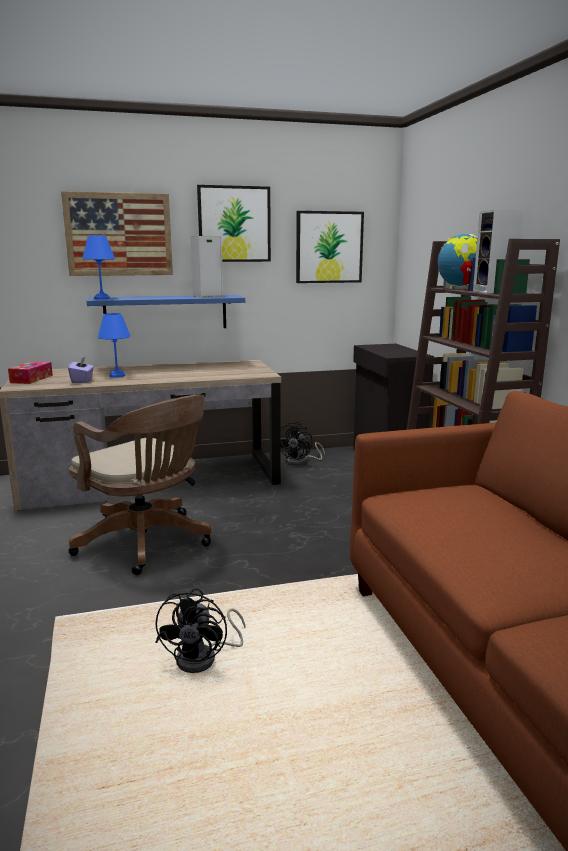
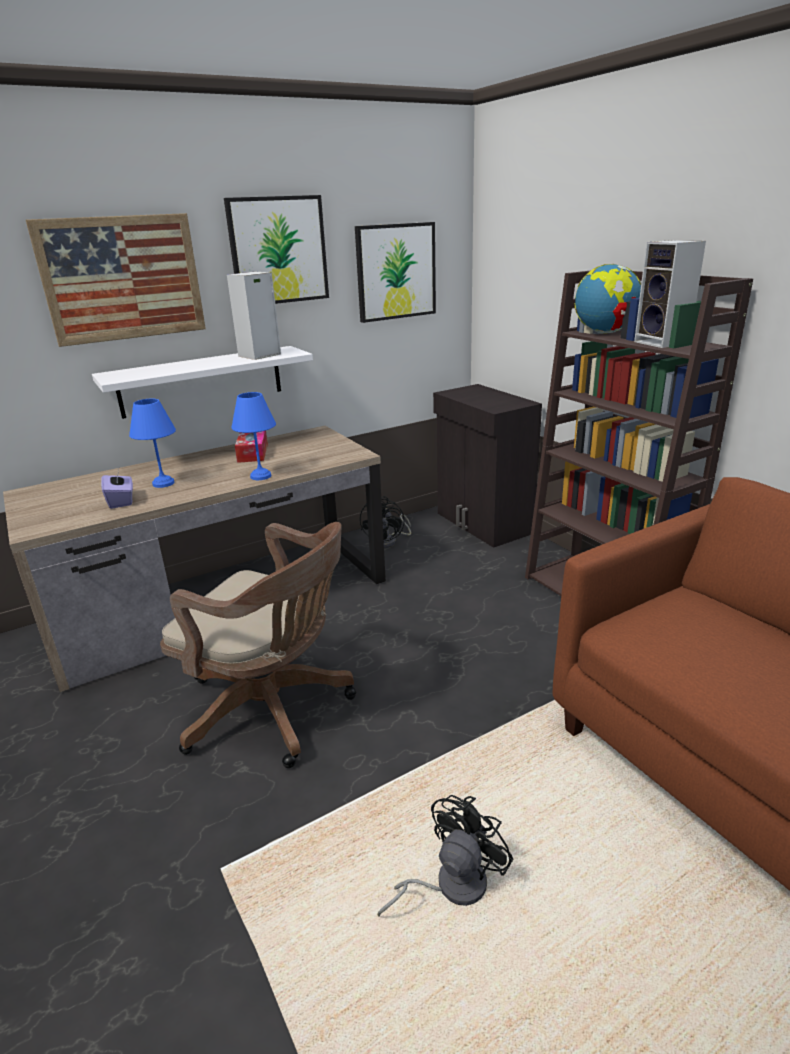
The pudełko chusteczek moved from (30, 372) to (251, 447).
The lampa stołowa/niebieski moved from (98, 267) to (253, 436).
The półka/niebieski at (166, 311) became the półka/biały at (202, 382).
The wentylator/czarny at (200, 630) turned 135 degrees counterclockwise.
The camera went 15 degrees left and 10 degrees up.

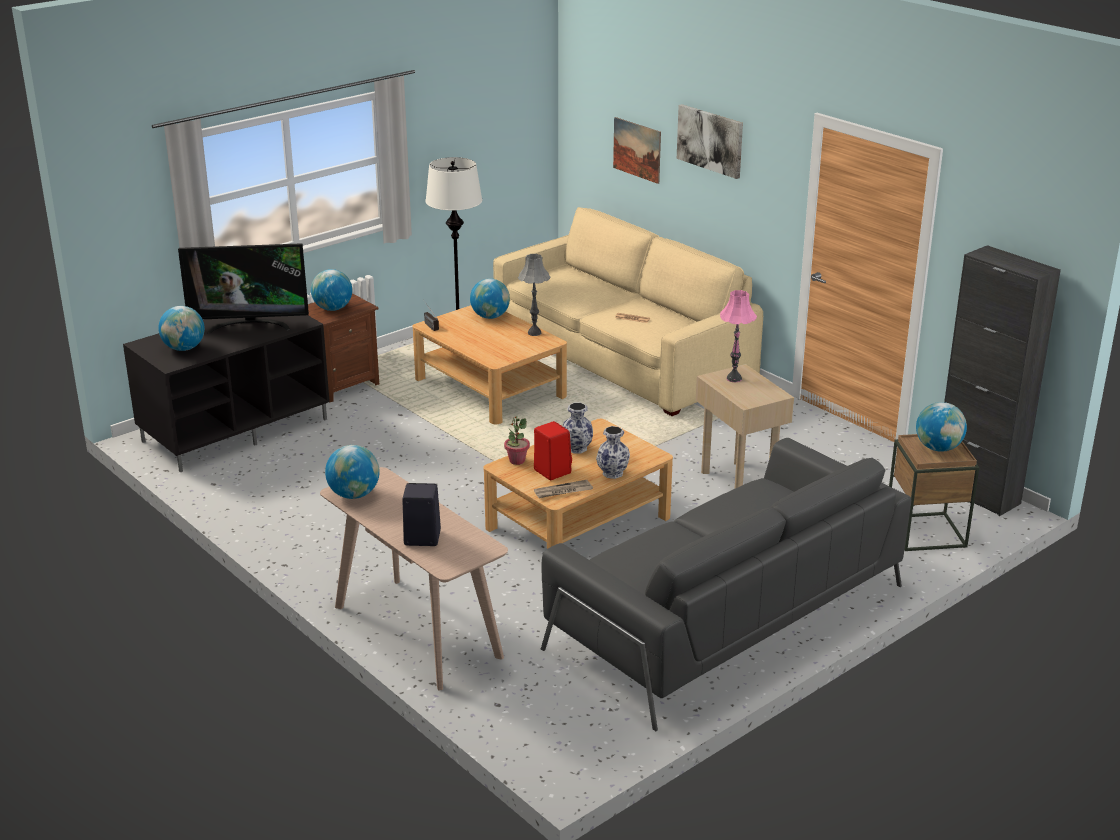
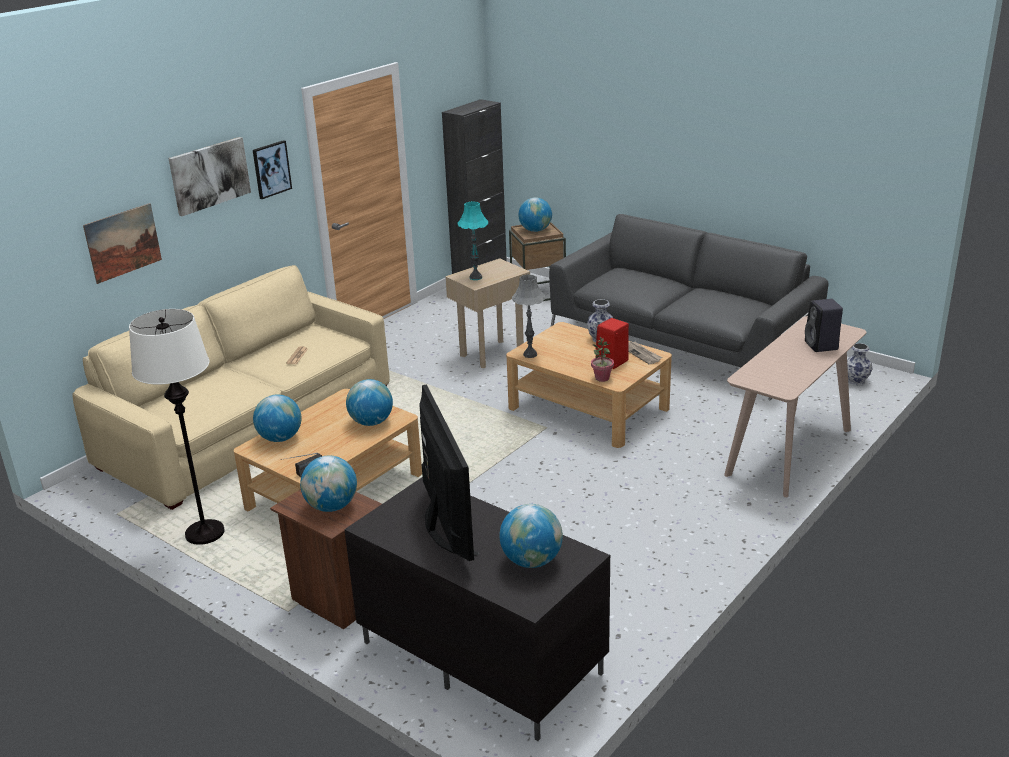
The globus moved from (352, 472) to (369, 402).
The lampa stołowa/szary moved from (534, 295) to (528, 316).
The wazon moved from (578, 428) to (859, 364).
The lampa stołowa/różowy at (738, 336) became the lampa stołowa/turkusowy at (473, 240).
The obraz at (272, 169) appeared.
The camera went 100 degrees left and 0 degrees up.

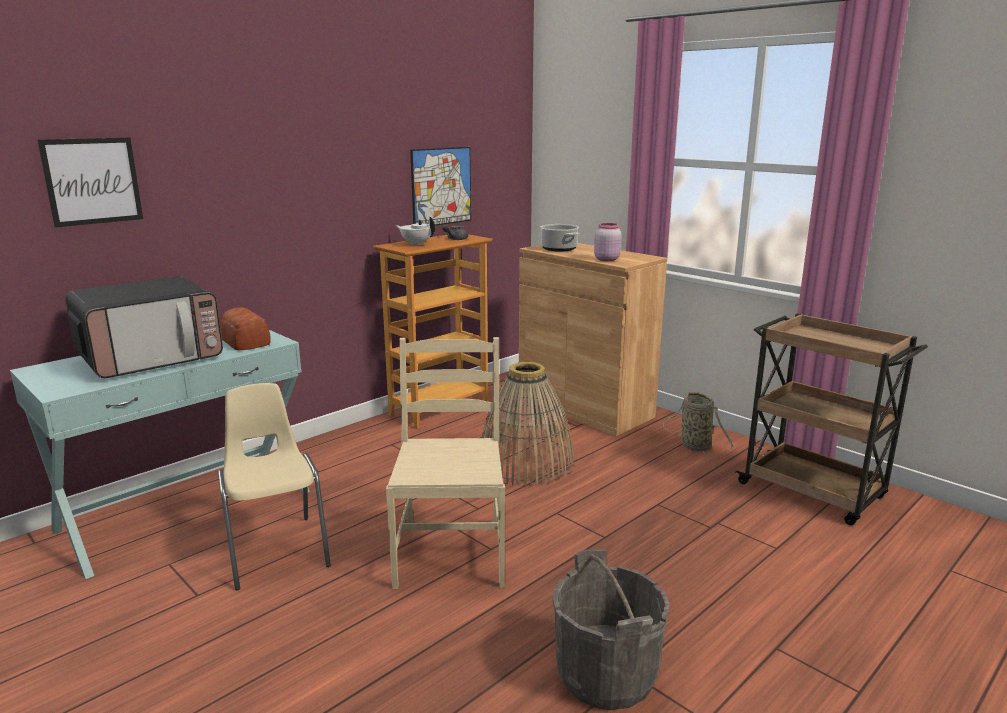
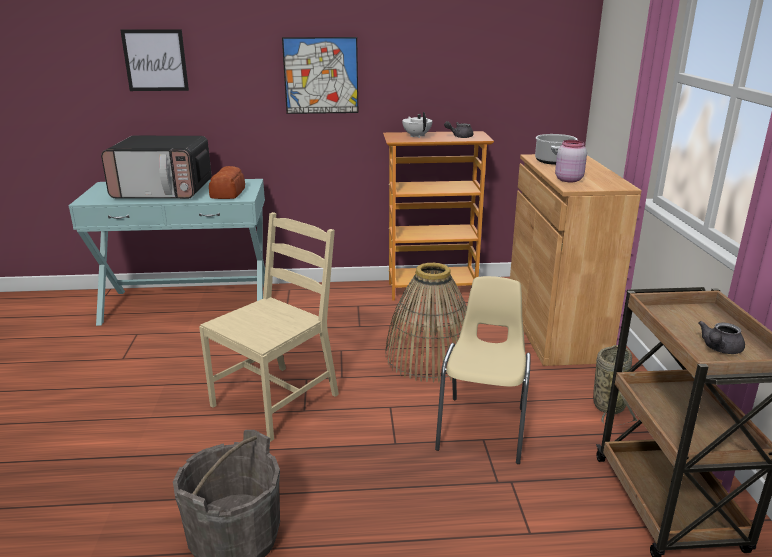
The krzesło/beżowy moved from (274, 486) to (483, 370).
The obraz moved from (440, 186) to (320, 75).
The imbryk/szary at (721, 337) appeared.
The camera went 40 degrees right and 5 degrees up.

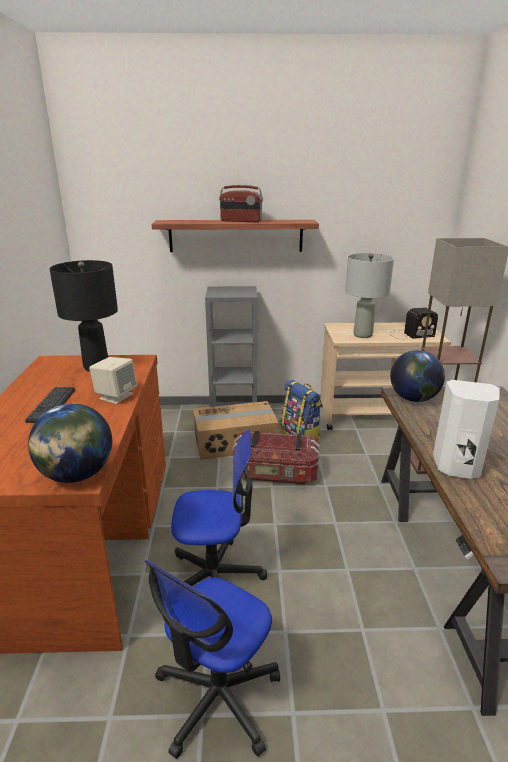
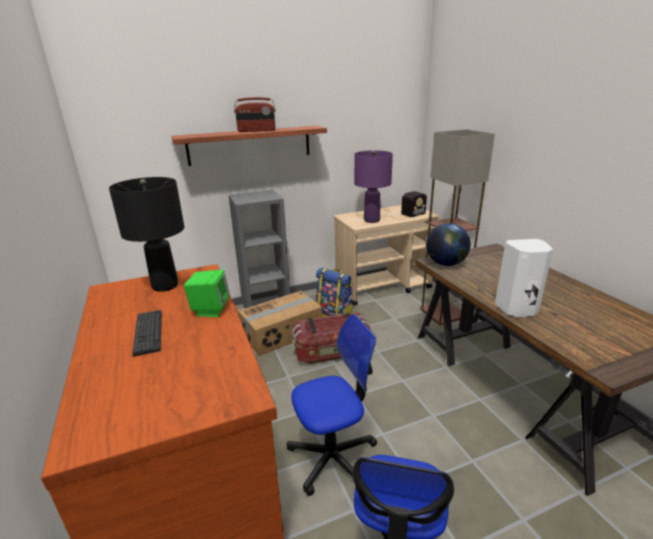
The globus at (70, 443) disappeared.
The głośnik/beżowy at (113, 380) became the głośnik/zielony at (207, 293).
The lampa stołowa/szary at (369, 295) became the lampa stołowa/fioletowy at (373, 186).
The camera went 20 degrees left and 0 degrees up.

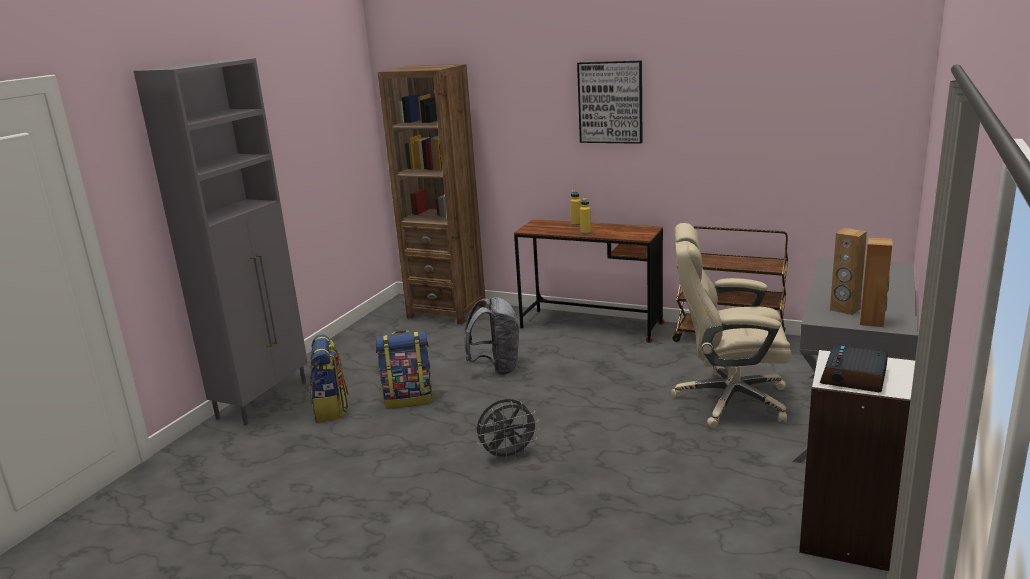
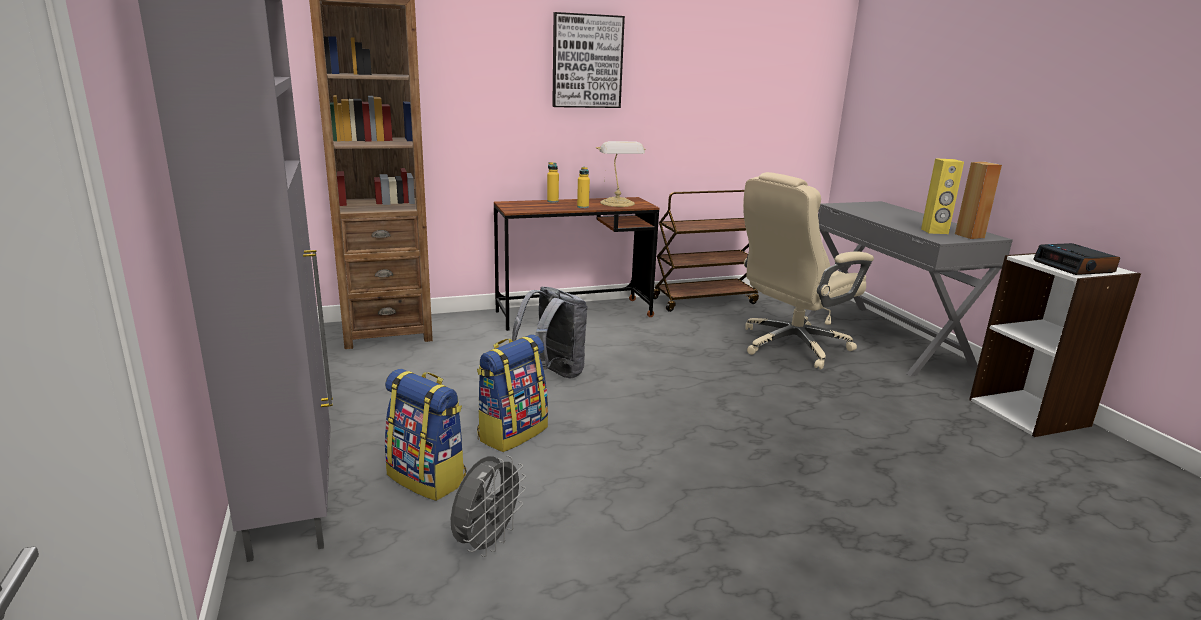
The wentylator/szary moved from (508, 430) to (488, 506).
The głośnik/brązowy at (848, 271) became the głośnik/żółty at (942, 196).
The lampa stołowa at (621, 174) appeared.
The camera went 45 degrees left and 0 degrees up.

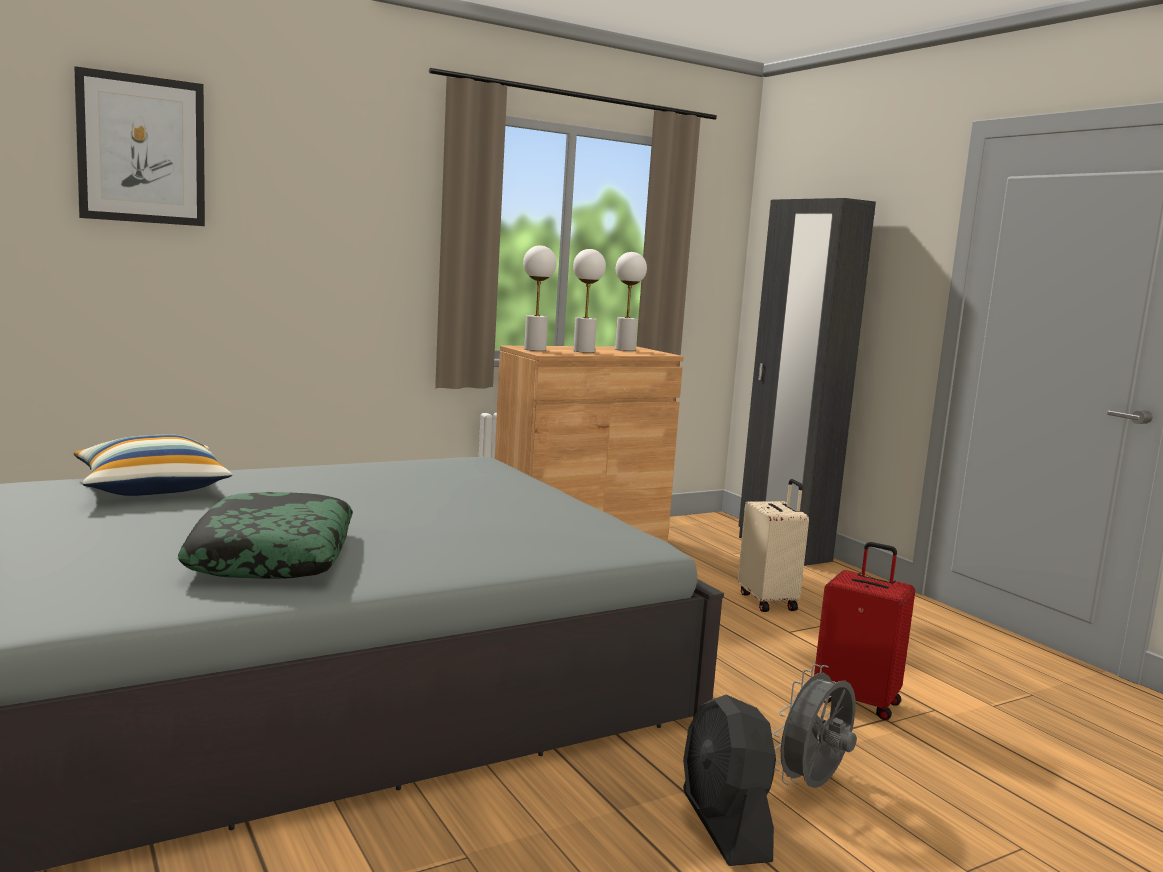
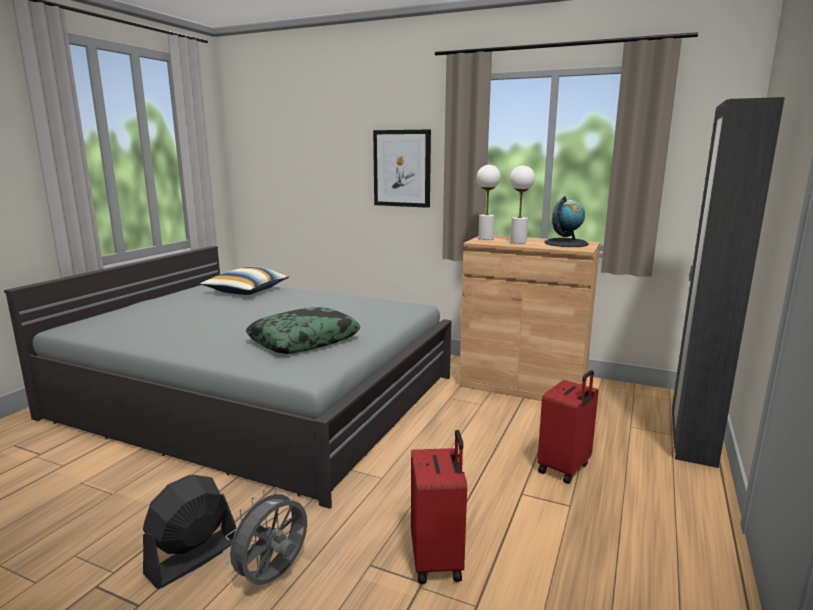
The obraz moved from (139, 146) to (402, 168).
The poduszka moved from (265, 535) to (303, 330).
The lampa stołowa/biały at (631, 301) was replaced by the globus at (566, 221).
The walizka/beżowy at (773, 545) became the walizka/czerwony at (568, 427).
The wentylator/szary at (815, 726) turned 60 degrees counterclockwise.
The camera went 55 degrees right and 5 degrees up.

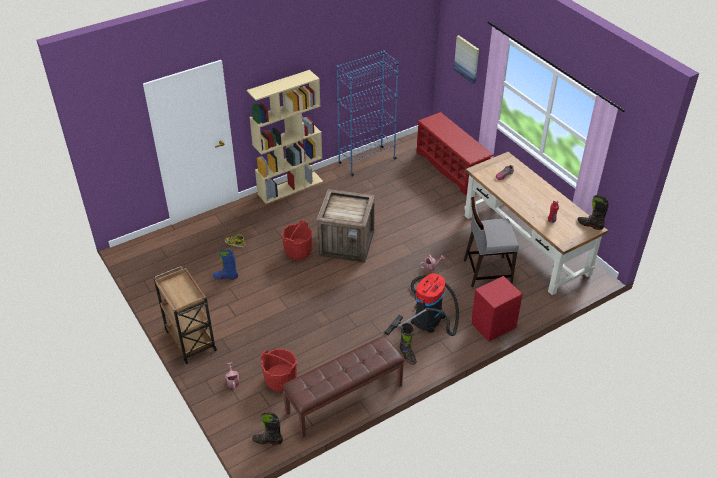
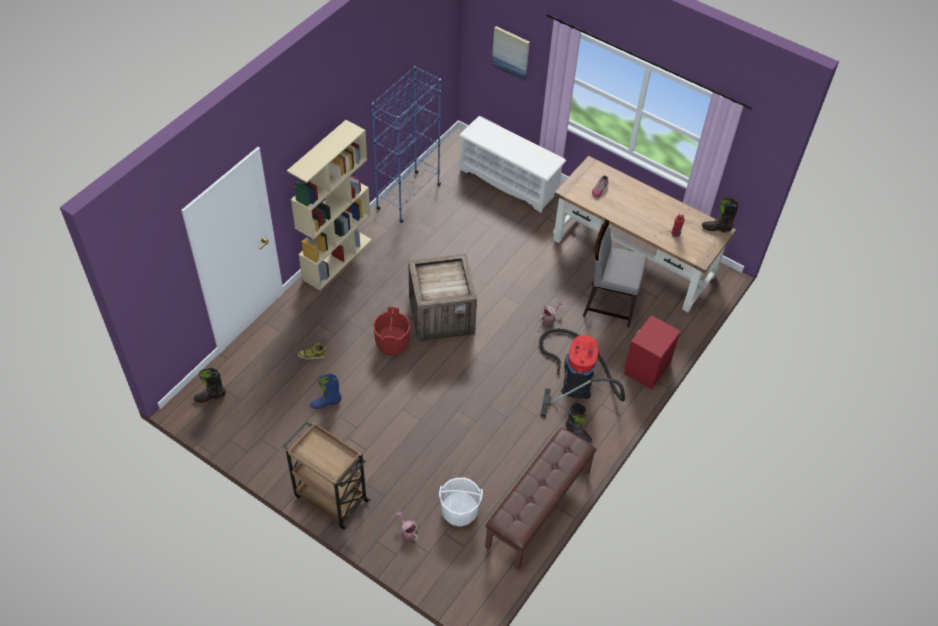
The but z cholewką/czarny moved from (267, 428) to (209, 385).
The wiadro/czerwony at (279, 370) became the wiadro/biały at (461, 502).
The regał na buty/czerwony at (455, 153) became the regał na buty/biały at (512, 164).
The krzesło/szary at (491, 242) turned 45 degrees clockwise.
The camera went 25 degrees left and 10 degrees up.

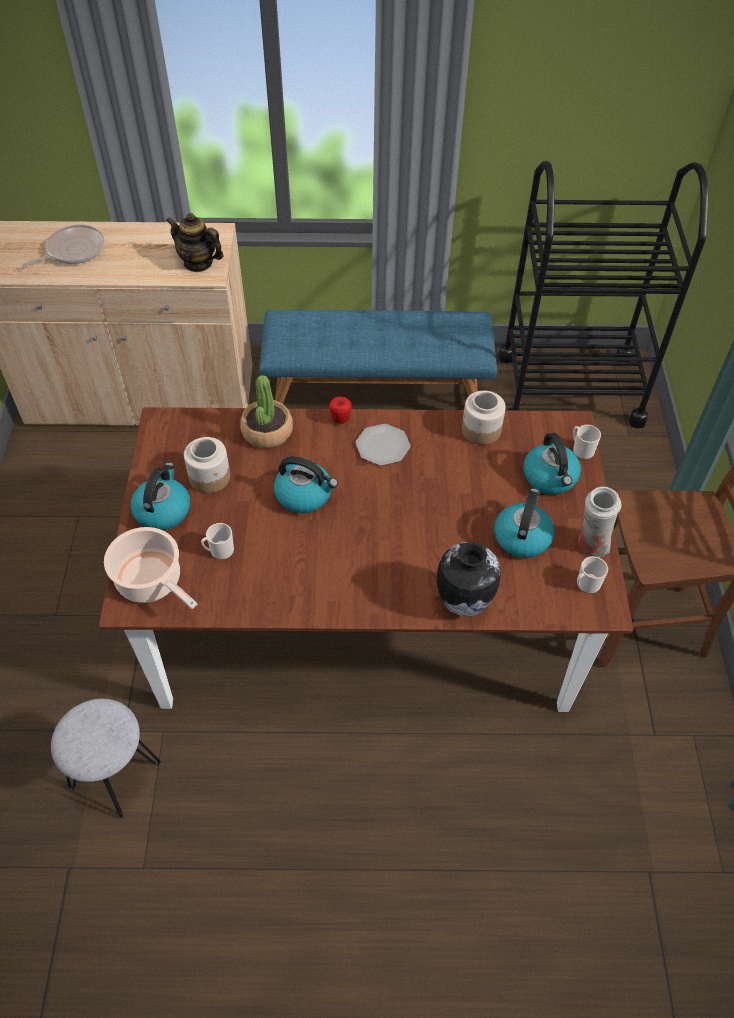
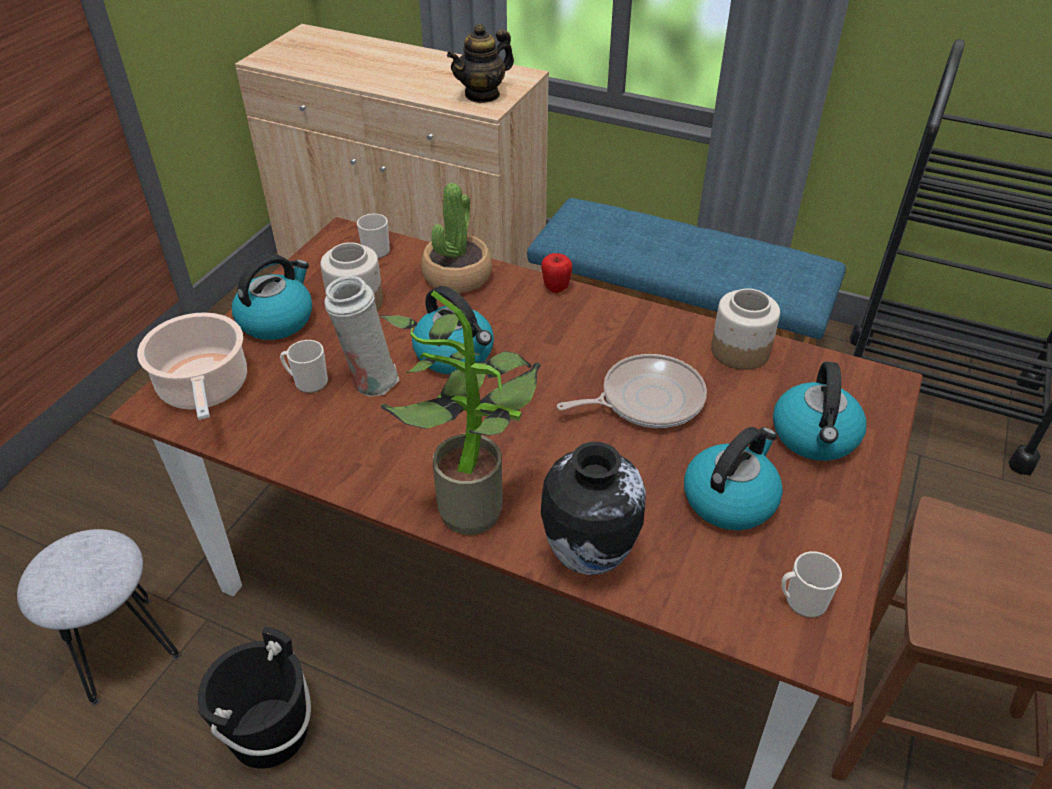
The patelnia moved from (63, 245) to (632, 391).
The imbryk at (195, 242) turned 90 degrees counterclockwise.
The talerz at (383, 445) disappeared.
The kubek moved from (587, 442) to (373, 236).
The wazon/biały moved from (600, 522) to (362, 336).
The wiadro/czarny at (254, 698) appeared.
The roślina doniczkowa at (460, 413) appeared.
The camera went 25 degrees right and 10 degrees down.

